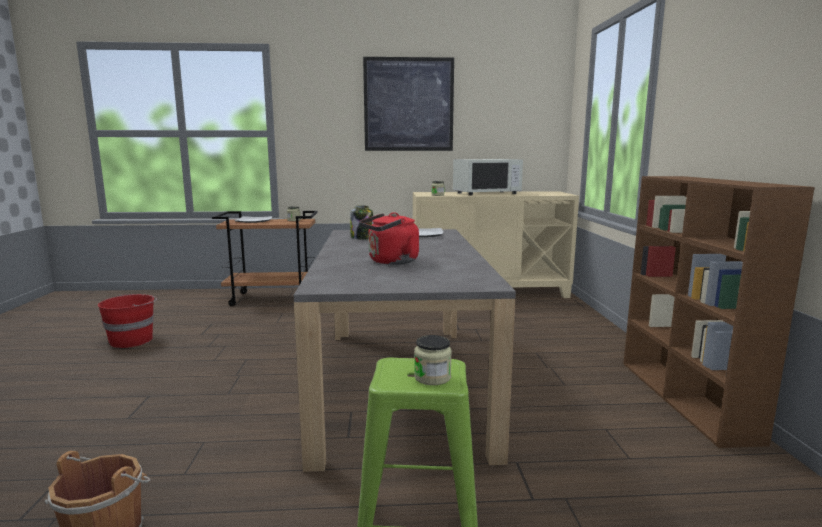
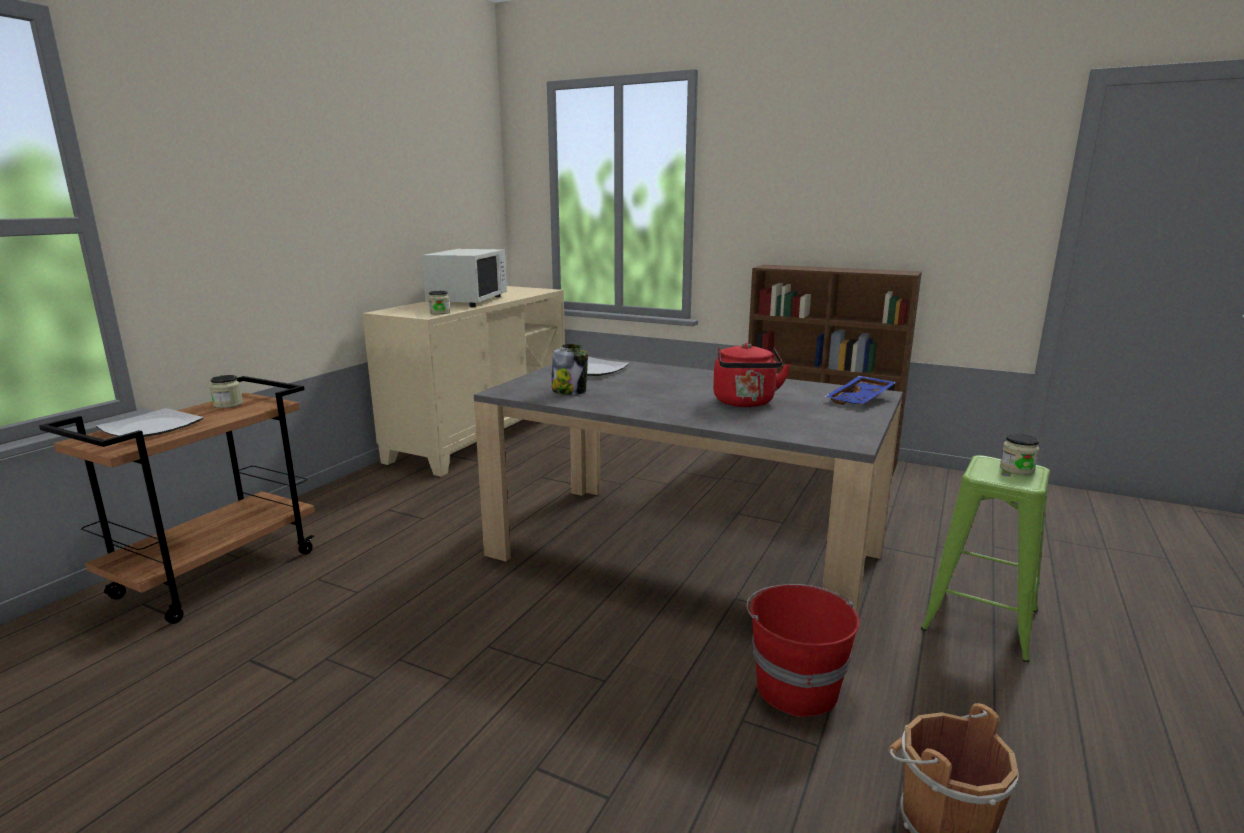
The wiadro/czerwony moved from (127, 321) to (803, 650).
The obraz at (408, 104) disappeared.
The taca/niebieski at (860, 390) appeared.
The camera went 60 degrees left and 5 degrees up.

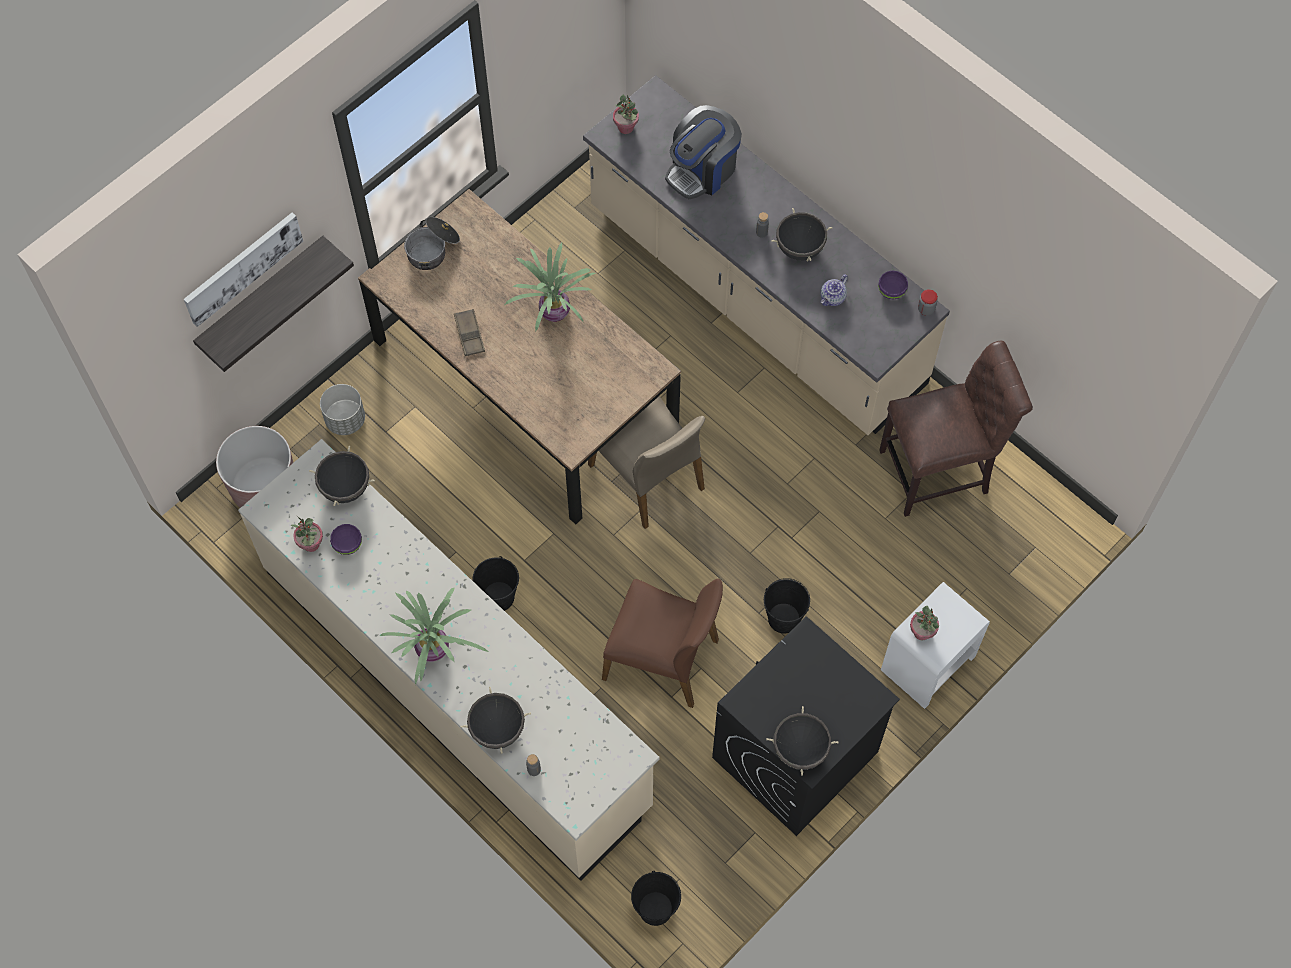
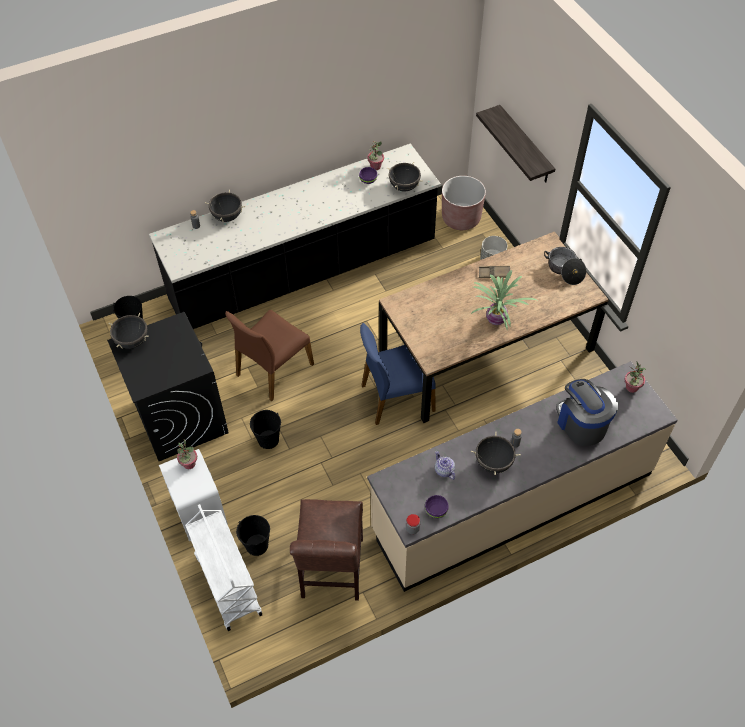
The obraz at (243, 269) disappeared.
The zabudowa kuchenna/beżowy at (449, 660) became the zabudowa kuchenna/czarny at (295, 236).
The roślina doniczkowa at (433, 636) disappeared.
The wiadro/czarny moved from (496, 583) to (253, 535).
The krzesło/beżowy at (646, 462) became the krzesło/niebieski at (398, 374).
The wózek/biały at (223, 567) appeared.
The camera went 110 degrees right and 10 degrees down.

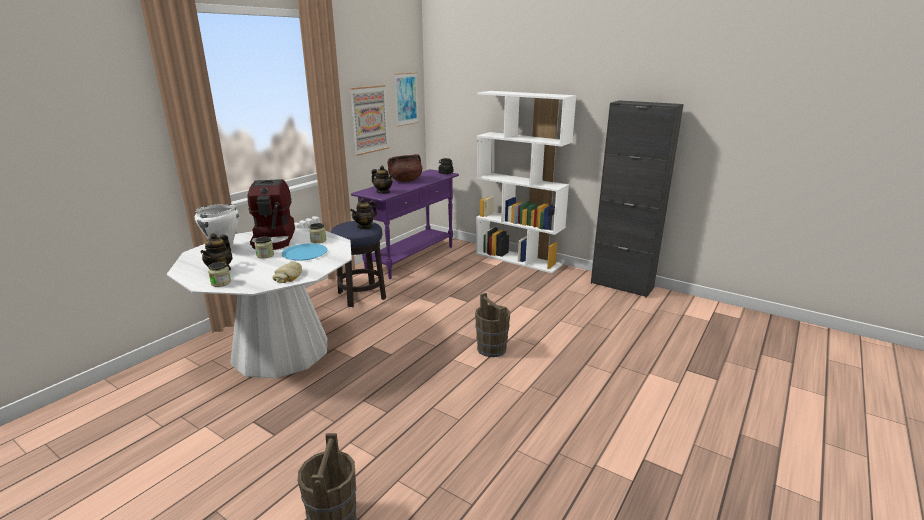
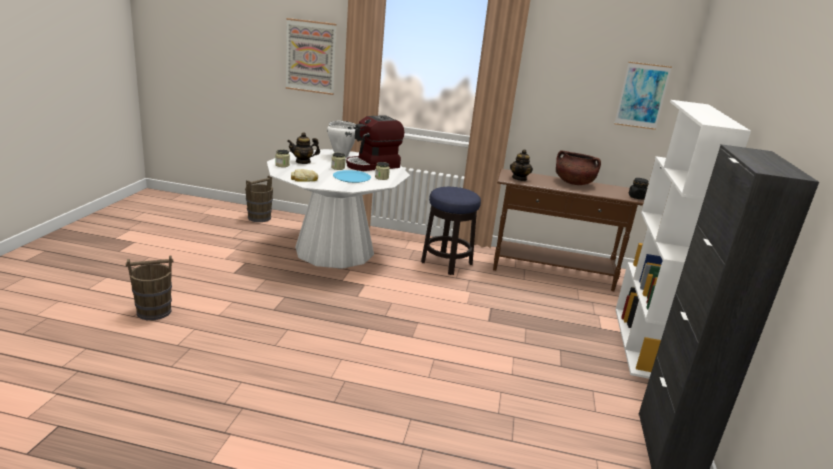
The obraz moved from (369, 120) to (311, 56).
The imbryk at (363, 213) disappeared.
The stolik konsolowy/fioletowy at (405, 224) became the stolik konsolowy/brązowy at (568, 230).
The wiadro/brązowy moved from (493, 325) to (259, 198).
The camera went 65 degrees right and 0 degrees up.

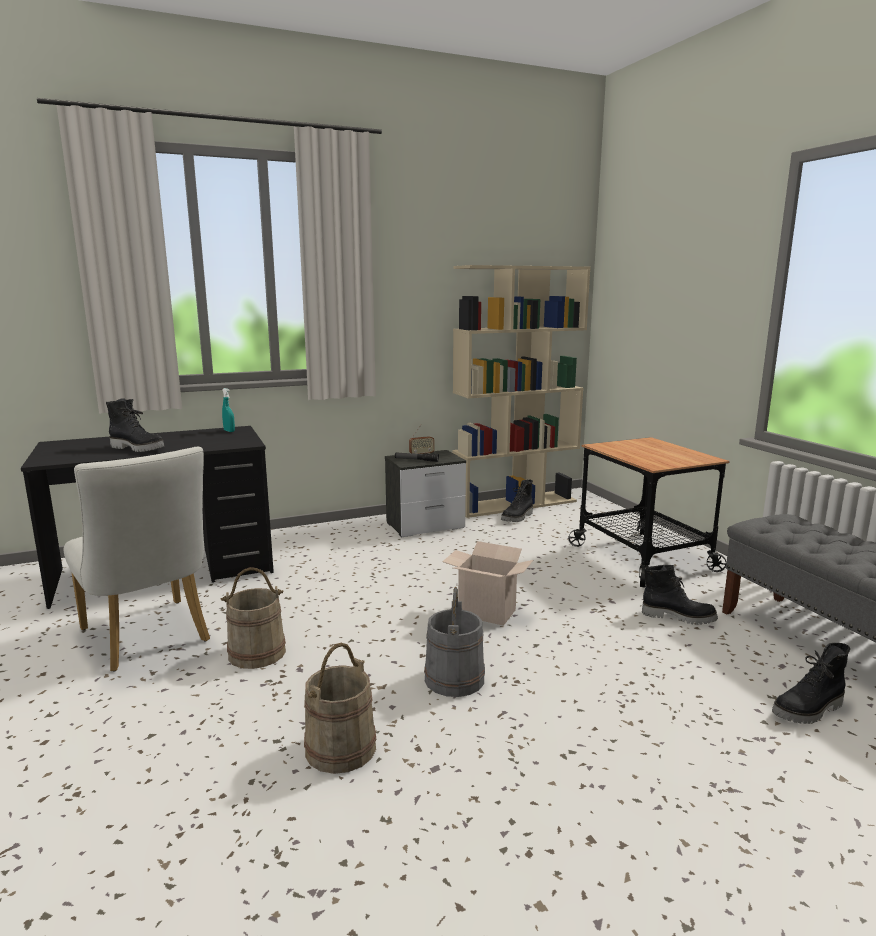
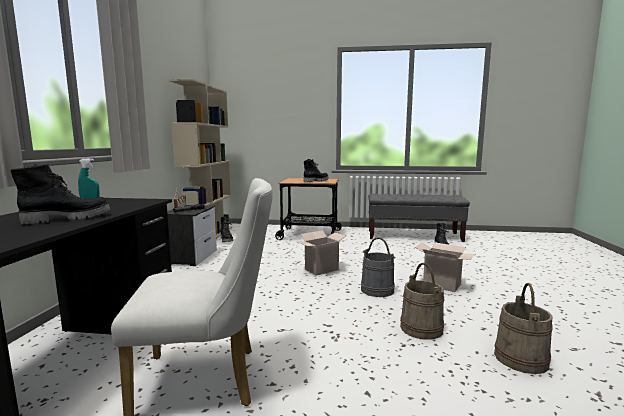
The wiadro/beżowy moved from (253, 618) to (523, 328).
The but z cholewką/czarny moved from (680, 595) to (316, 171).
The karton at (445, 267) appeared.
The camera went 60 degrees left and 5 degrees down.

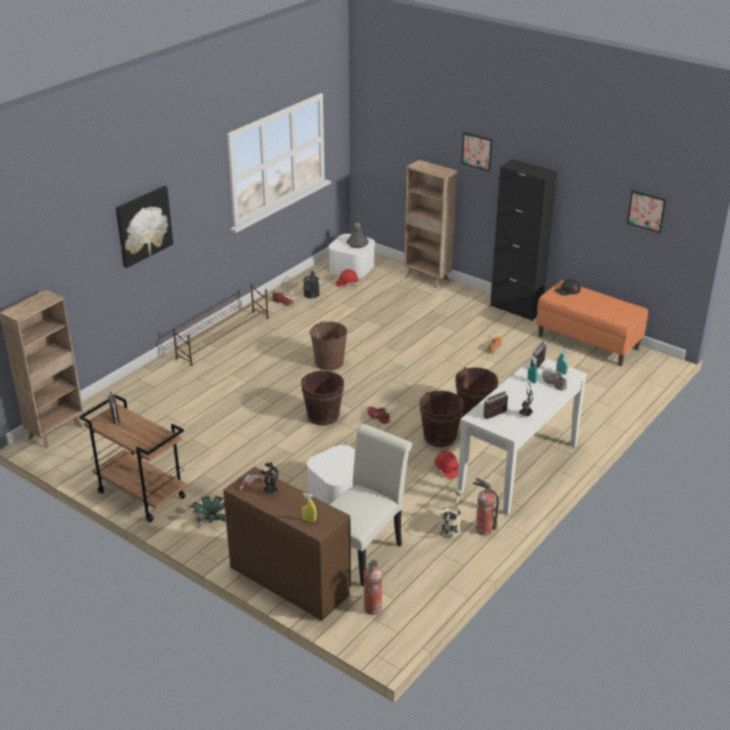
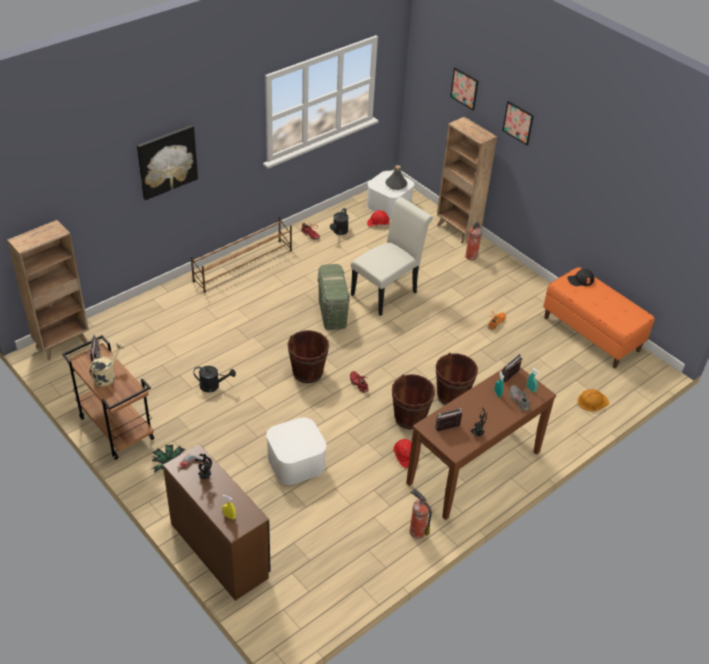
The wiadro/brązowy at (328, 346) was replaced by the pojemnik do przechowywania/zielony at (334, 297).
The krzesło/biały moved from (371, 505) to (392, 256).
The gaśnica moved from (373, 587) to (473, 240).
The konewka/beżowy moved from (451, 514) to (107, 365).
The stolik konsolowy/biały at (522, 436) became the stolik konsolowy/brązowy at (481, 443).
The szafka/czarny at (523, 240) disappeared.
The obraz moved from (646, 211) to (464, 89).
The konewka/czarny at (214, 379) appeared.
The kask/pomarańczowy at (593, 400) appeared.
The camera went 10 degrees right and 10 degrees up.

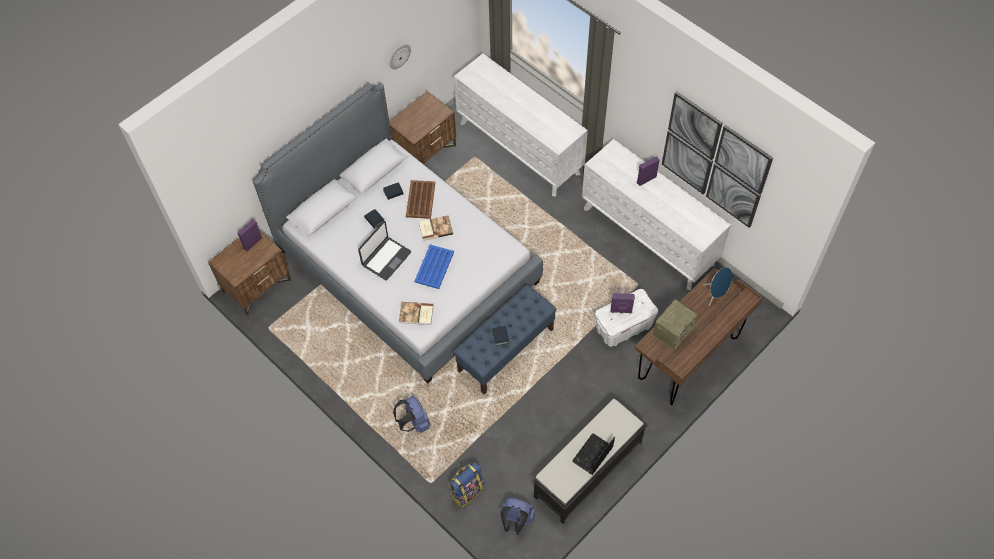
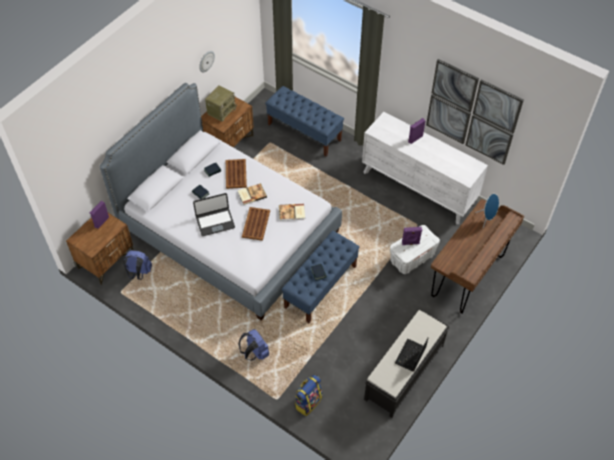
The laptop at (384, 250) turned 45 degrees clockwise.
The książka moved from (416, 313) to (292, 212).
The taca/niebieski at (434, 267) became the taca/brązowy at (256, 224).
The komoda/biały at (521, 125) was replaced by the ławka/niebieski at (304, 121).
The plecak/niebieski moved from (517, 516) to (137, 265).
The radio moved from (675, 324) to (221, 103).
The camera went 10 degrees left and 5 degrees down.

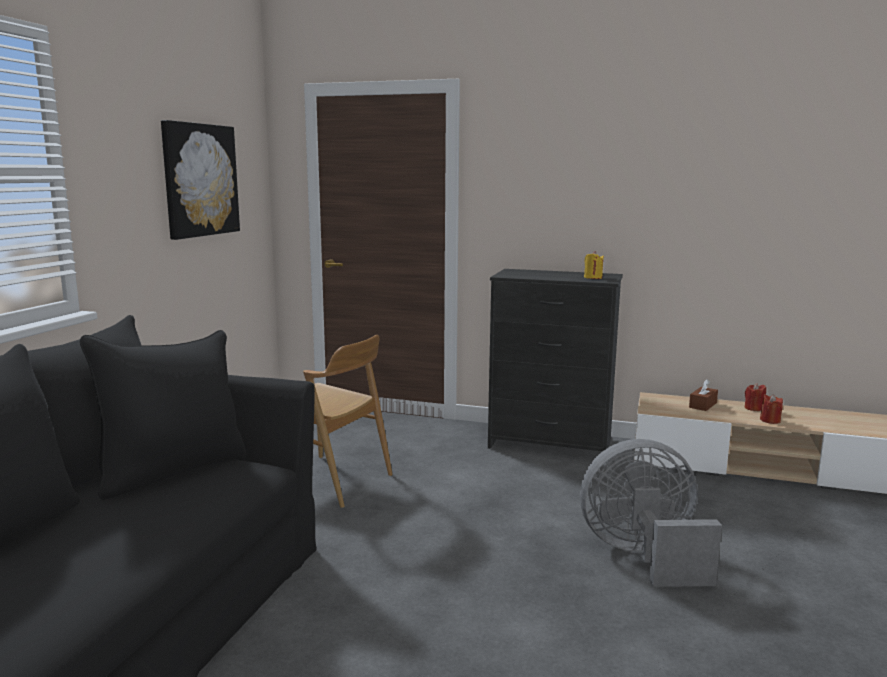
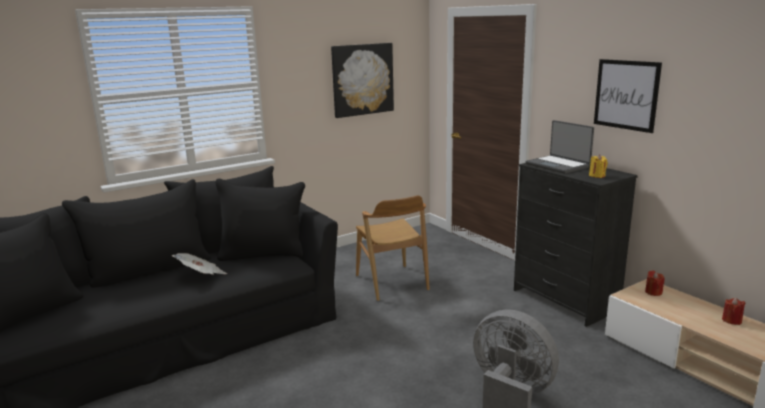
The pudełko chusteczek/brązowy at (703, 395) disappeared.
The świeca/czerwony moved from (771, 409) to (655, 283).
The gazeta at (200, 264) appeared.
The laptop at (560, 147) appeared.
The obraz at (628, 96) appeared.
The camera went 40 degrees right and 5 degrees up.

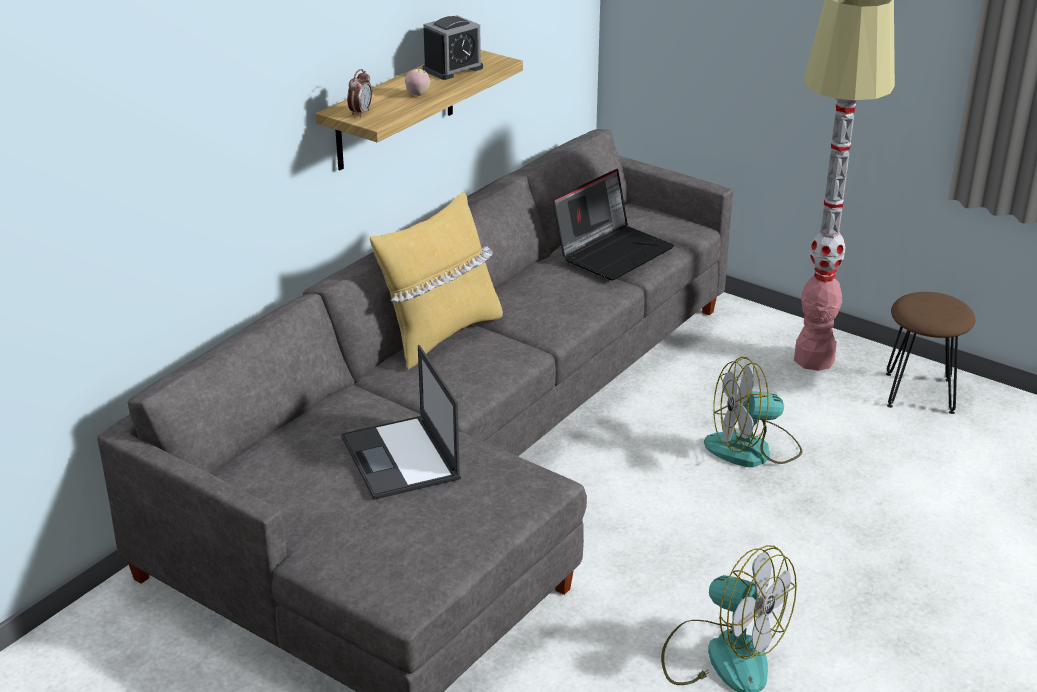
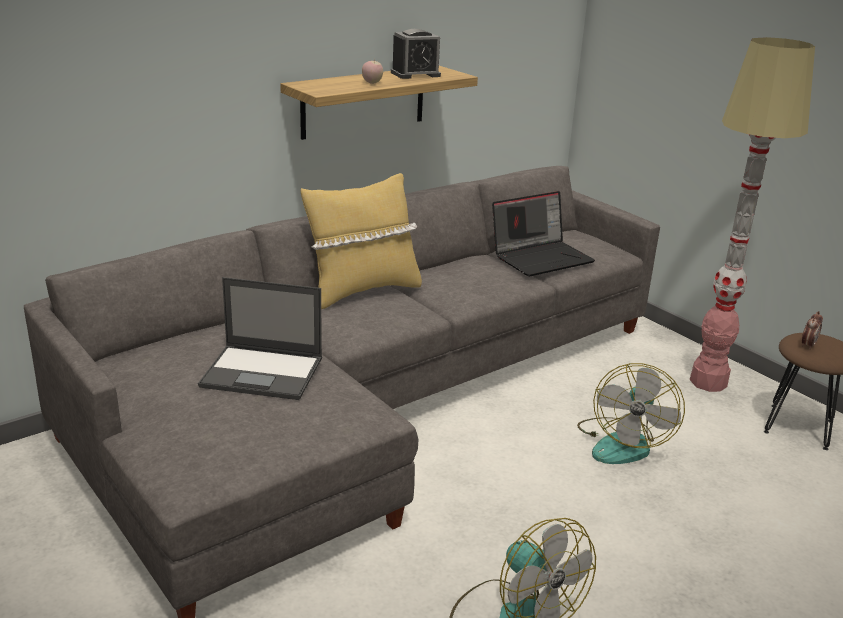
The laptop at (401, 422) turned 75 degrees counterclockwise.
The budzik moved from (359, 93) to (812, 330).
The wentylator at (753, 412) turned 75 degrees counterclockwise.
The camera went 15 degrees right and 5 degrees down.

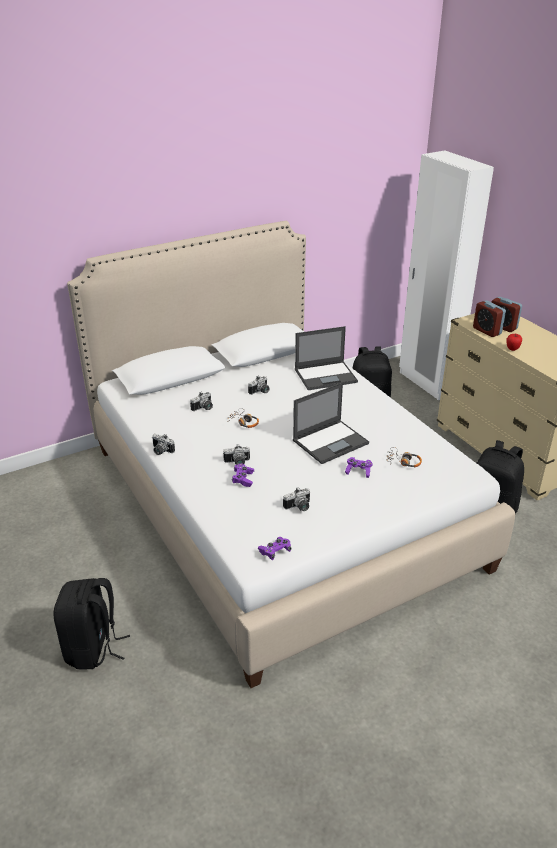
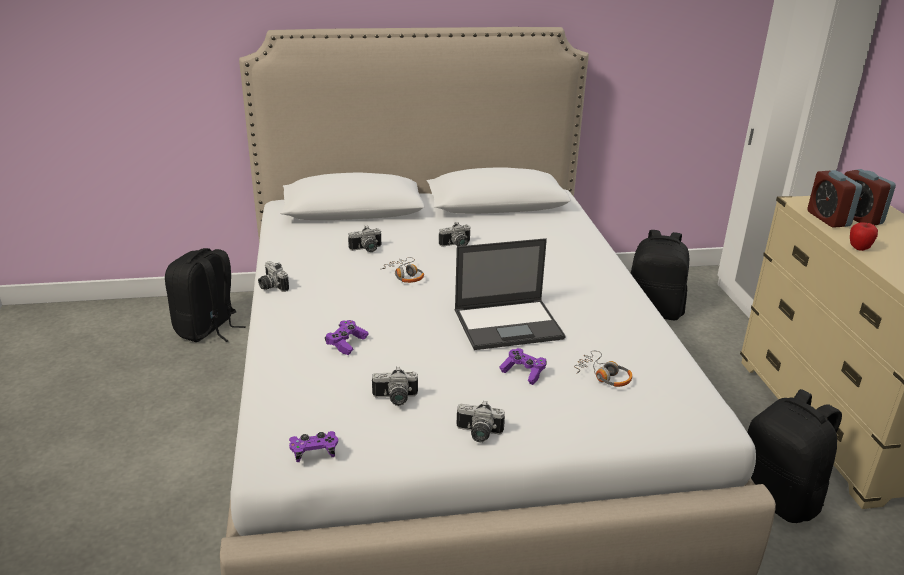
The plecak/czarny moved from (91, 623) to (205, 295).
The aparat fotograficzny moved from (236, 455) to (481, 421).
The laptop at (326, 358) disappeared.
The camera went 20 degrees right and 5 degrees down.

